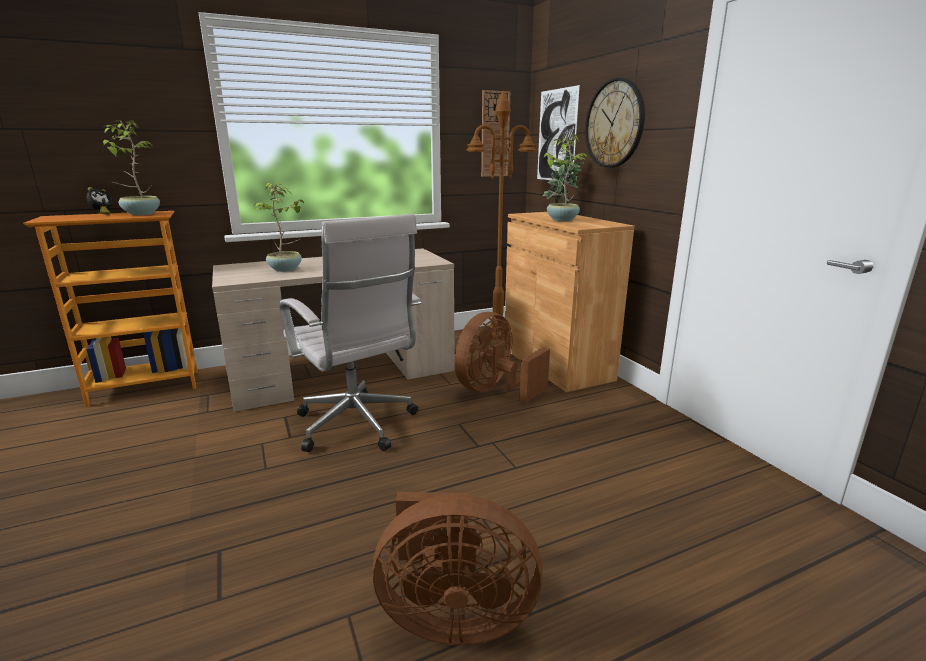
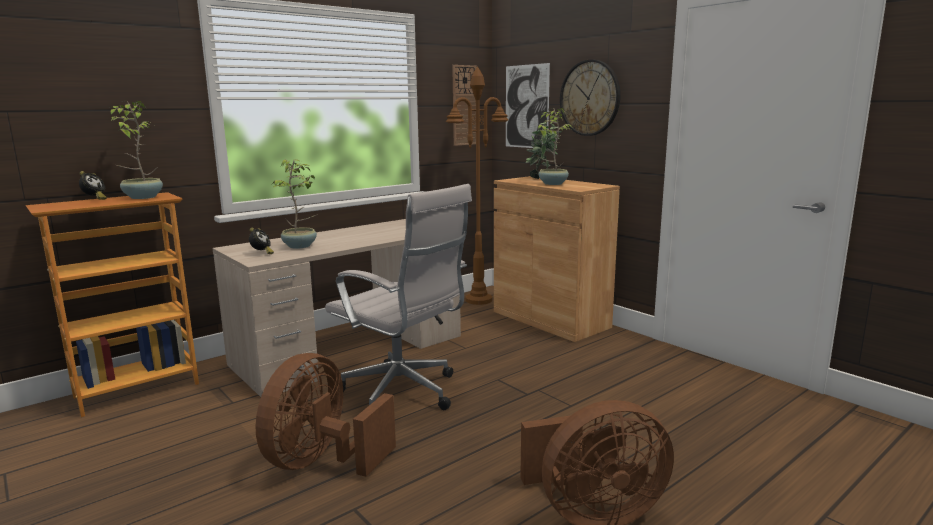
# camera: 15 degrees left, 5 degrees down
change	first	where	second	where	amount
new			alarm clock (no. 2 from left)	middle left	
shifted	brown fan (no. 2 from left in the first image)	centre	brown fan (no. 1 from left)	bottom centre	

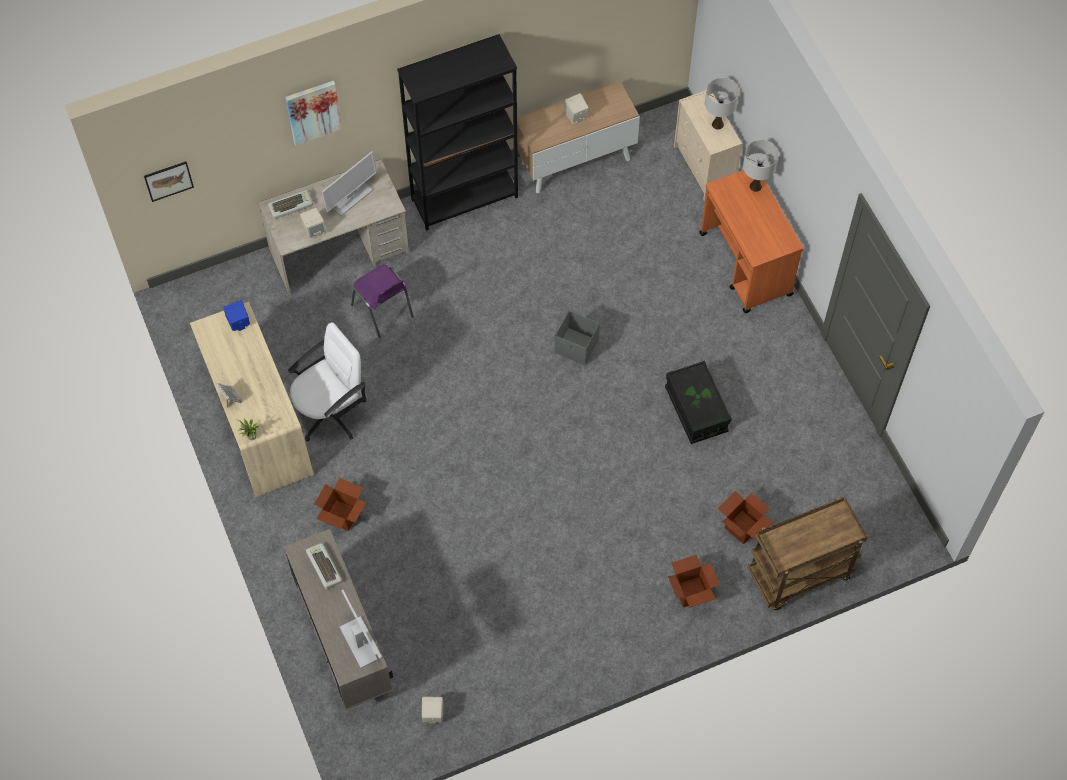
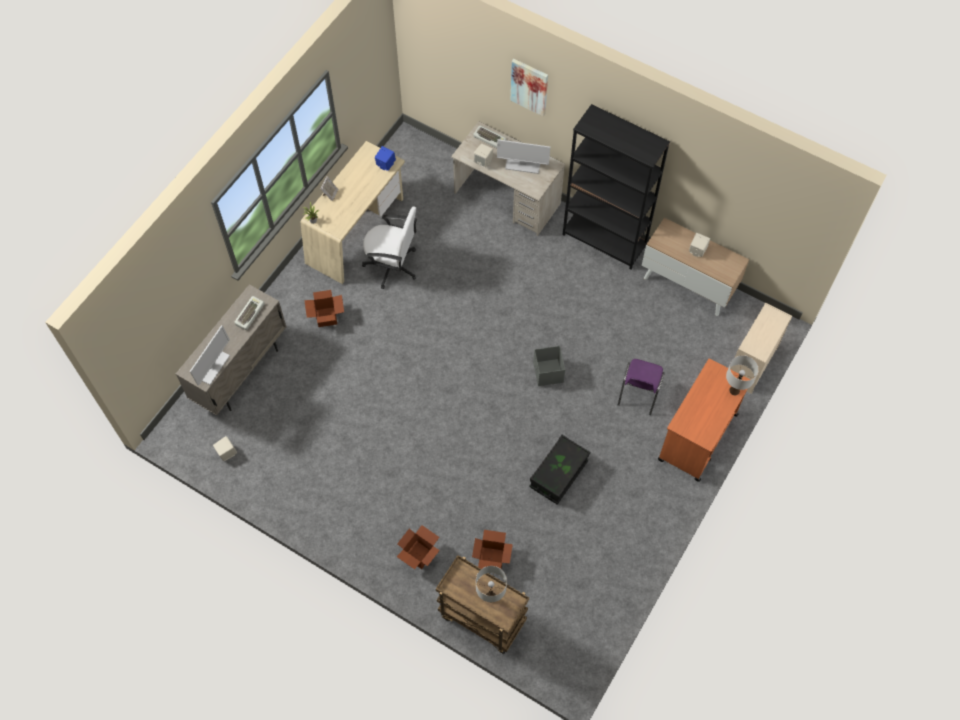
# camera: 55 degrees right, 0 degrees up
change	first	where	second	where	amount
shifted	white table lamp (no. 1 from left)	top right		bottom centre	
shifted	purple chair	centre		middle right	
gone	picture (no. 1 from left)	top left			

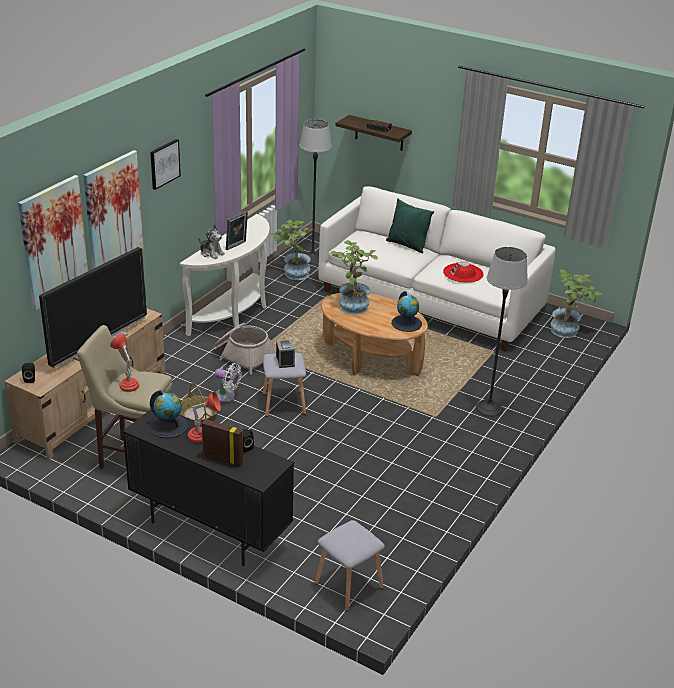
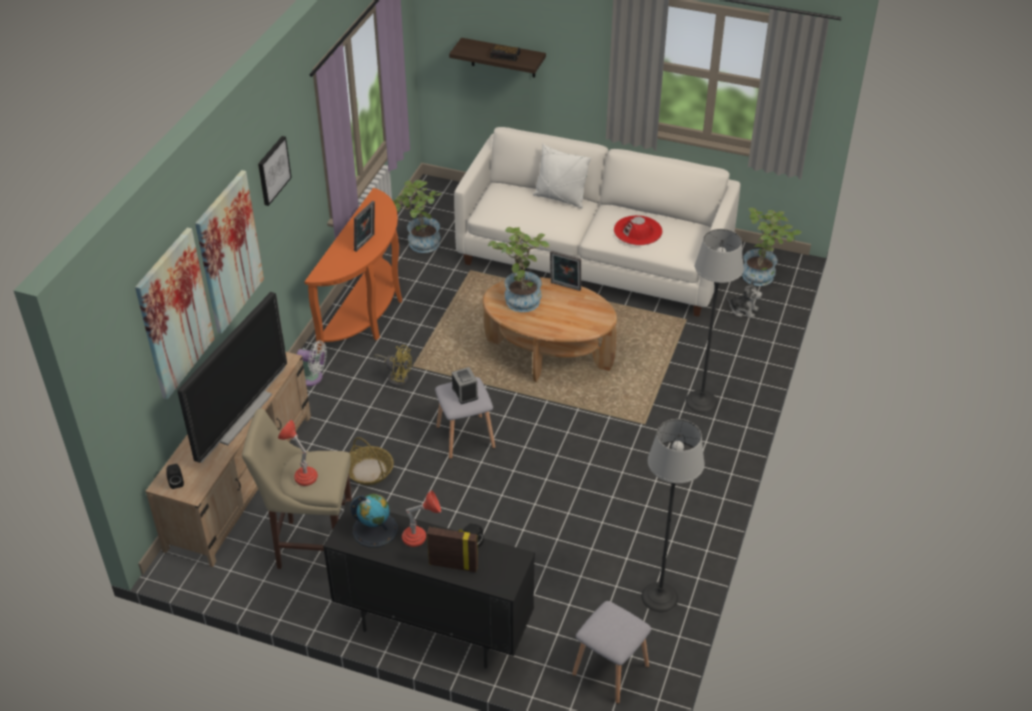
# camera: 10 degrees left, 10 degrees up
change	first	where	second	where	amount
shifted	white fan	centre		middle left	
repainted	white console table	centre	orange console table	centre	
swapped	basket (no. 2 from left)	centre	yellow fan	centre	
repainted	green pillow	top centre	white pillow	top centre	
new			picture frame (no. 3 from left)	centre	
shifted	floor lamp (no. 1 from left)	top centre		bottom centre	
shifted	plush toy	middle left		middle right	
gone	globe (no. 2 from left)	centre			

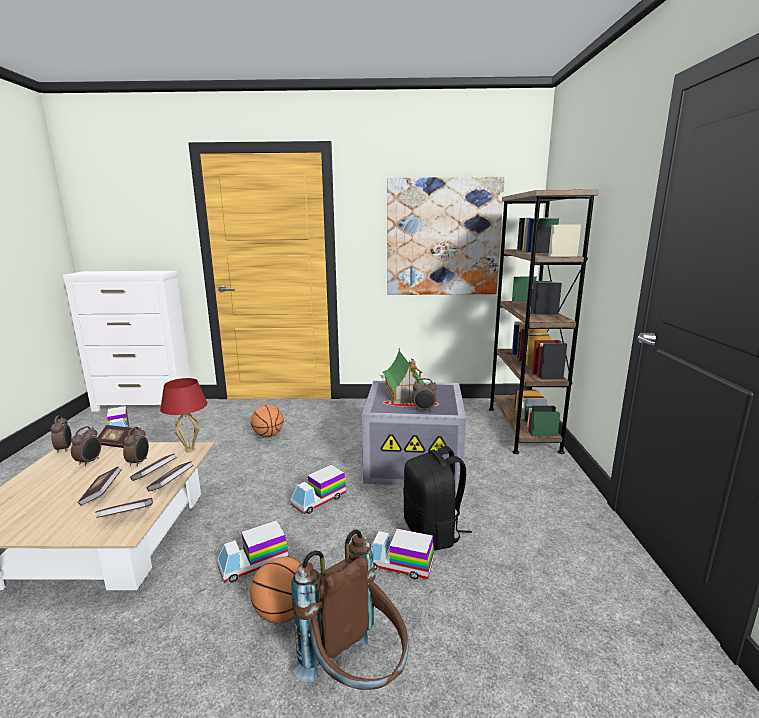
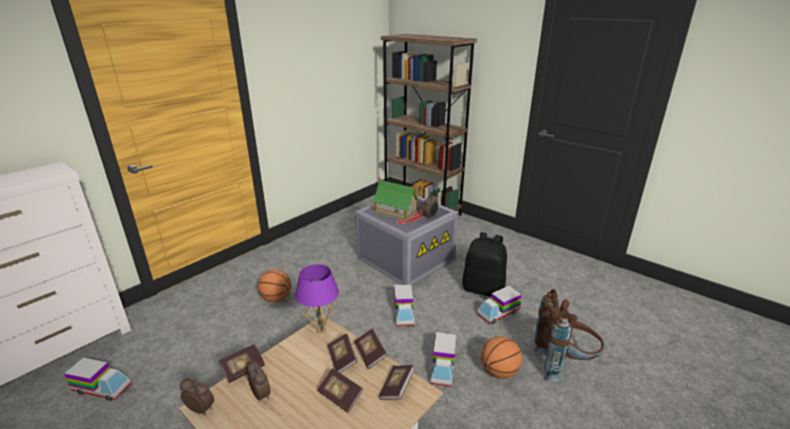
# camera: 50 degrees left, 10 degrees up
change	first	where	second	where	amount
repainted	red table lamp	middle left	purple table lamp	bottom centre	
gone	alarm clock (no. 3 from left)	middle left			
gone	picture	top centre			

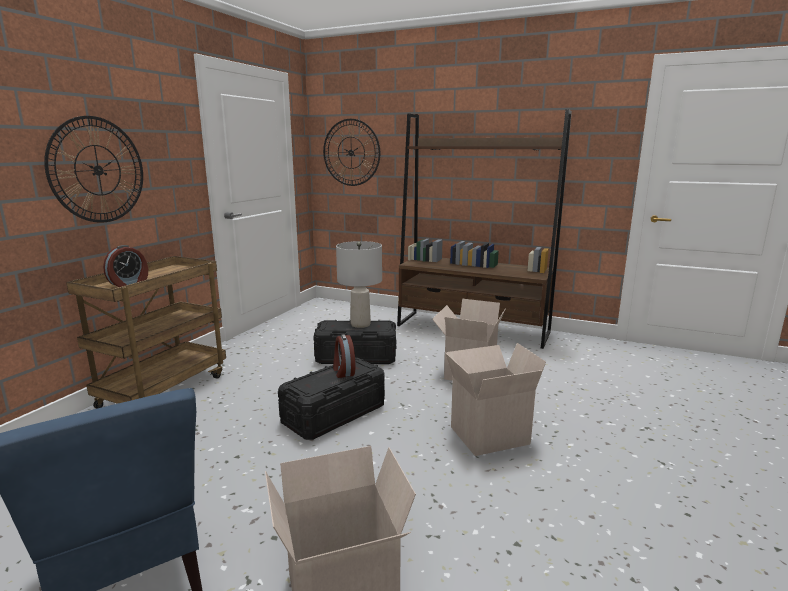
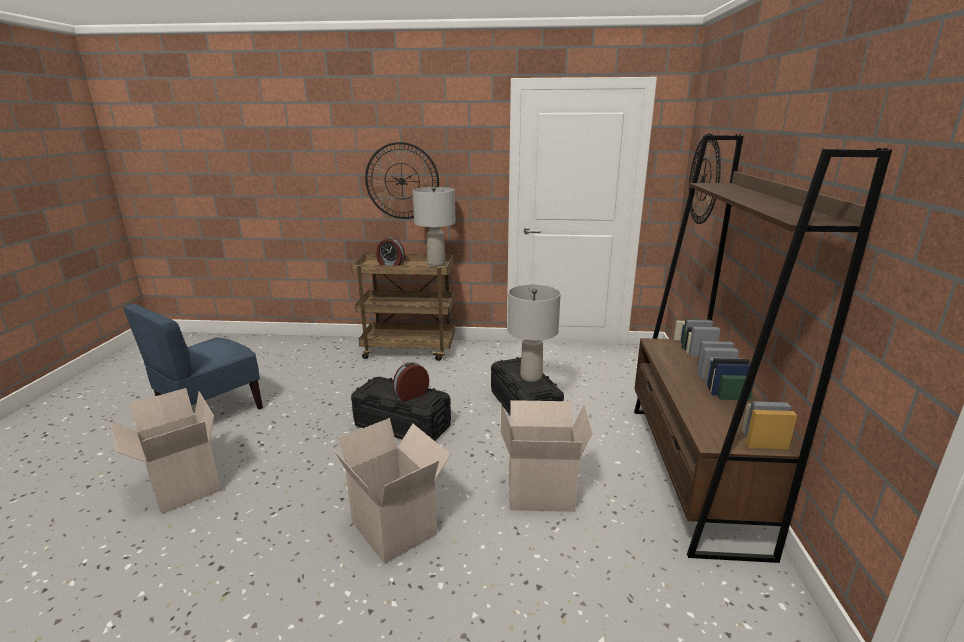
# camera: 70 degrees right, 5 degrees up
change	first	where	second	where	amount
new			grey table lamp (no. 1 from left)	centre	

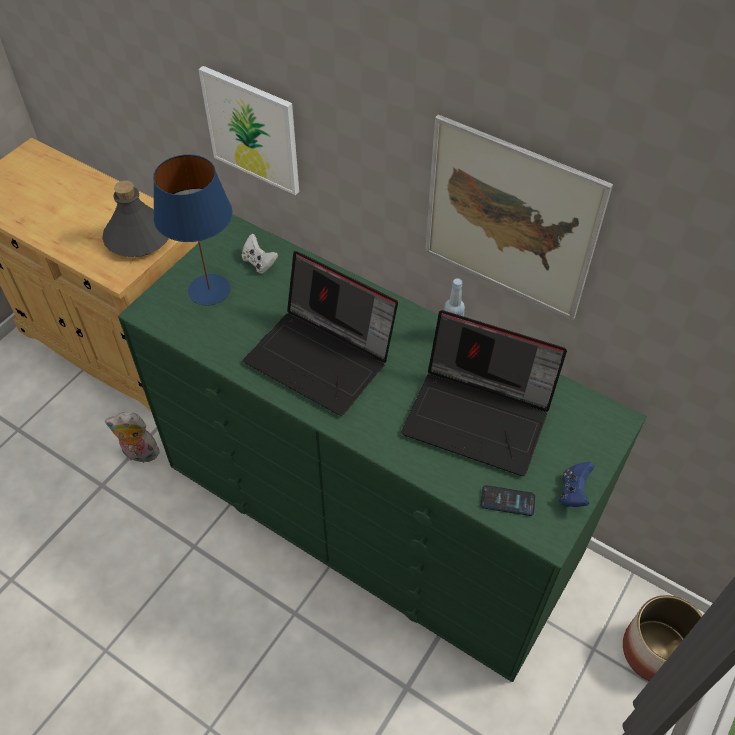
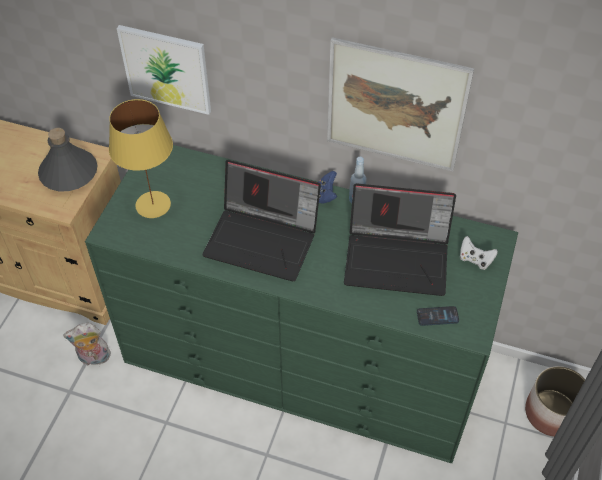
# camera: 15 degrees left, 0 degrees up
change	first	where	second	where	amount
repainted	blue table lamp	top left	yellow table lamp	top left	
shifted	blue game controller	middle right		centre	
shifted	white game controller	centre		middle right	

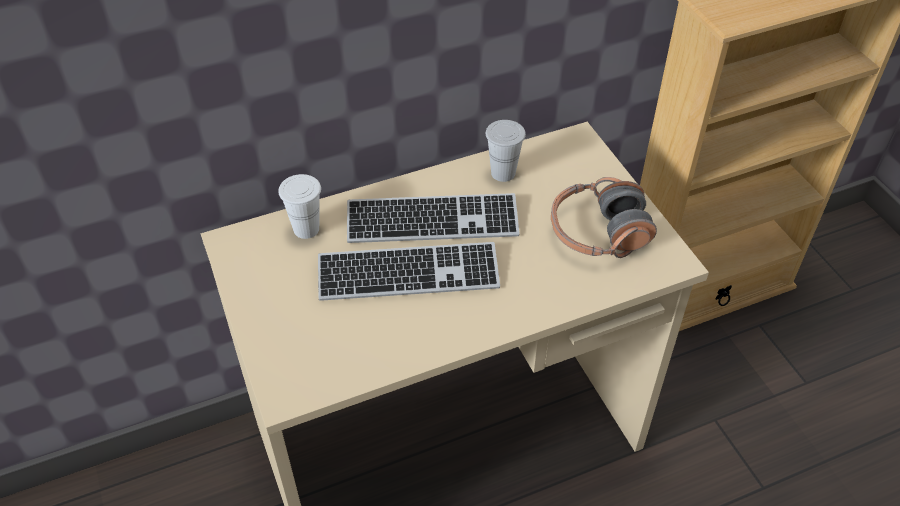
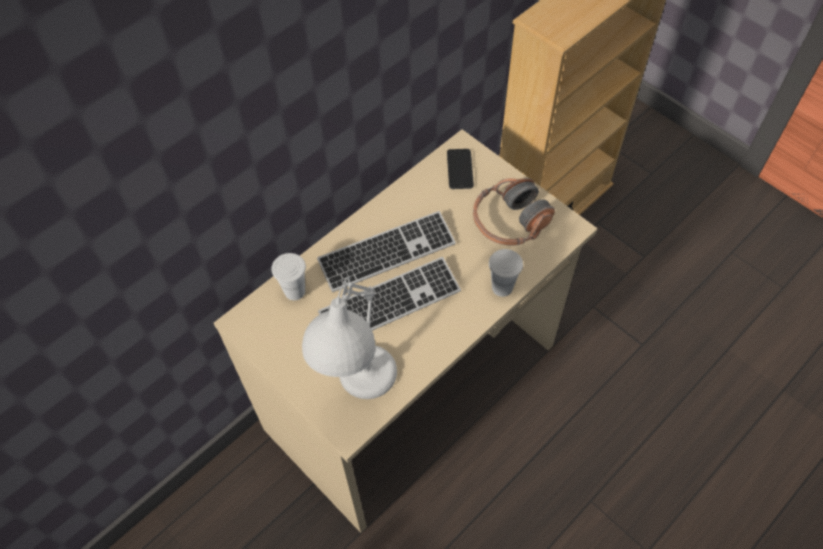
# camera: 20 degrees left, 10 degrees up
change	first	where	second	where	amount
new			white table lamp	centre	
new			phone	top centre	
shifted	white cup (no. 2 from left)	top centre		centre	

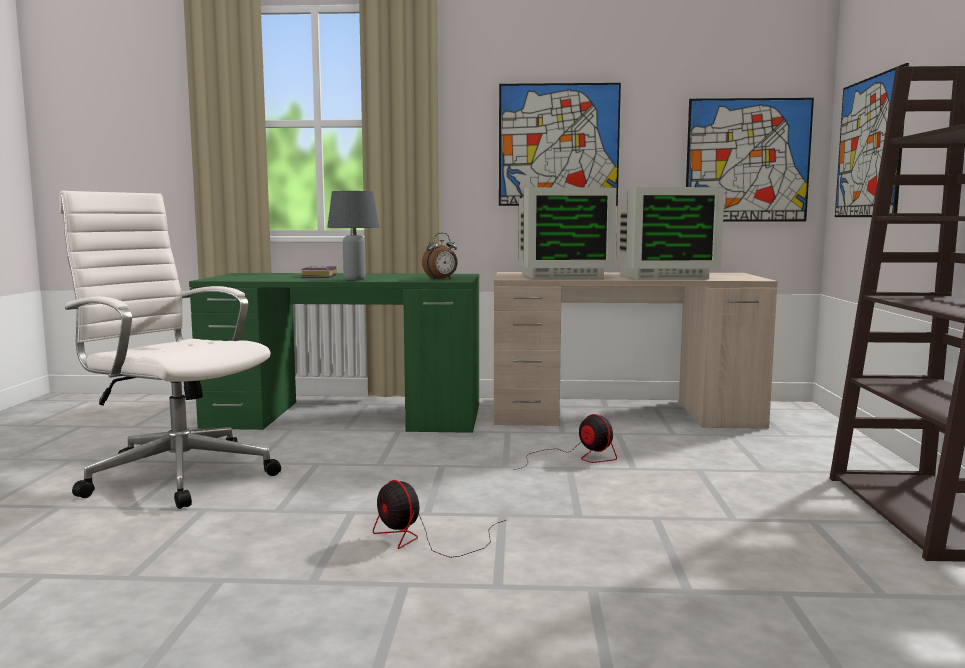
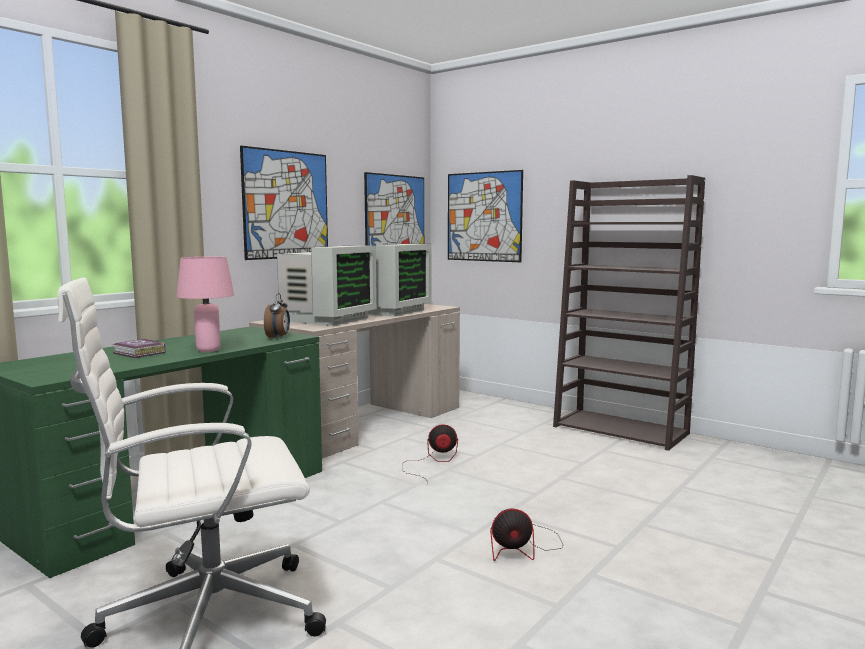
# camera: 55 degrees left, 0 degrees up
change	first	where	second	where	amount
repainted	grey table lamp	centre	pink table lamp	middle left	

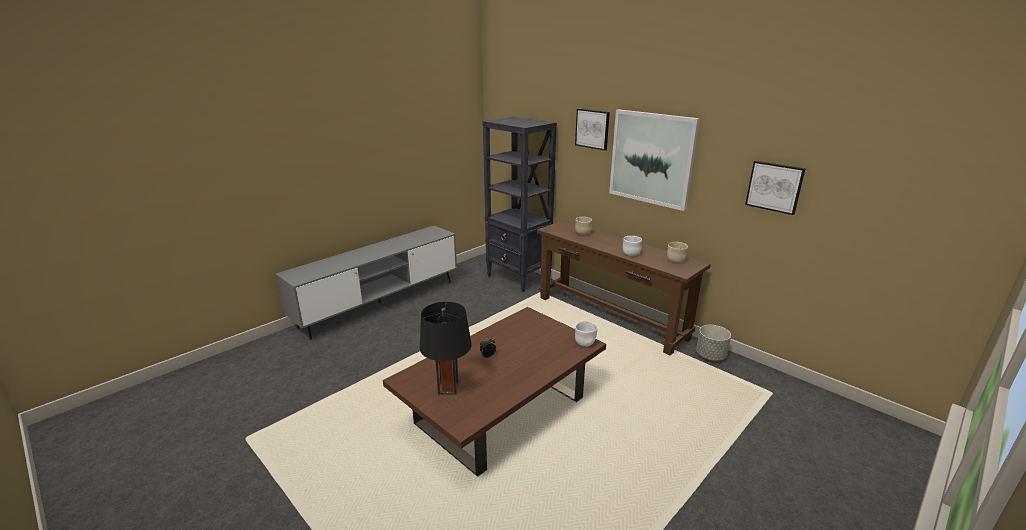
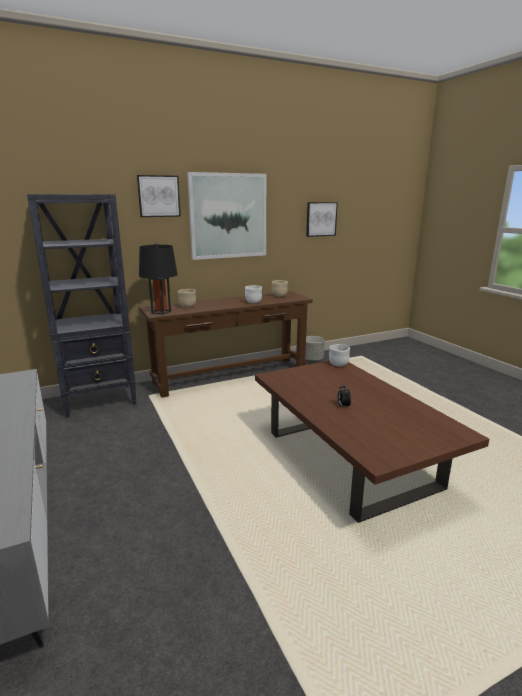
# camera: 70 degrees left, 5 degrees down
change	first	where	second	where	amount
shifted	black table lamp	centre		middle left	

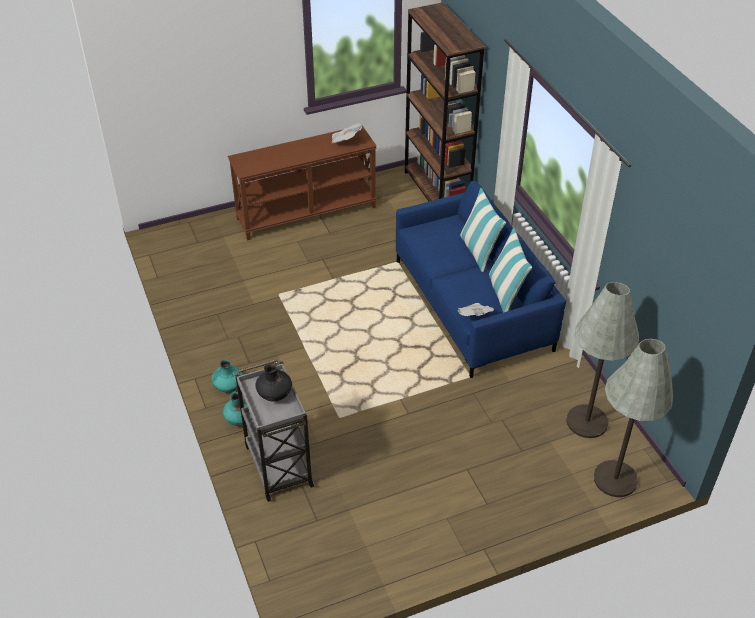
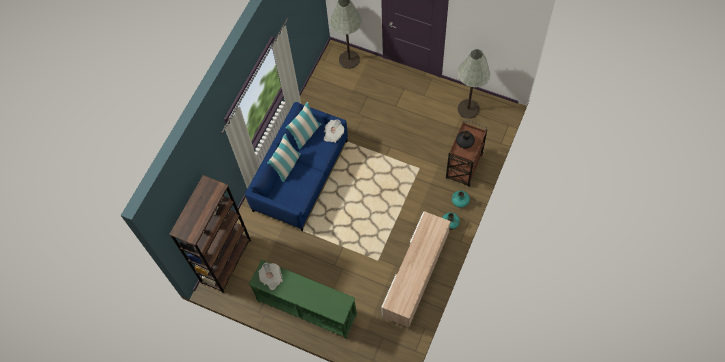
# camera: 130 degrees left, 20 degrees up
change	first	where	second	where	amount
repainted	brown console table	top centre	green console table	bottom centre	
new			beige tv stand	bottom centre	
repainted	grey cart	bottom centre	brown cart	centre	
shifted	grey floor lamp (no. 1 from left in the first image)	middle right	grey floor lamp (no. 2 from left)	top centre	

